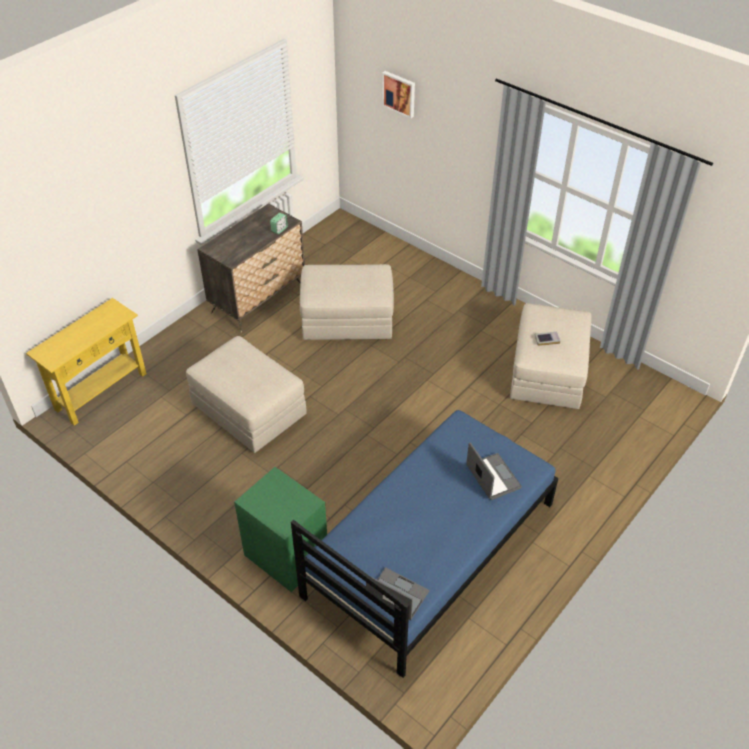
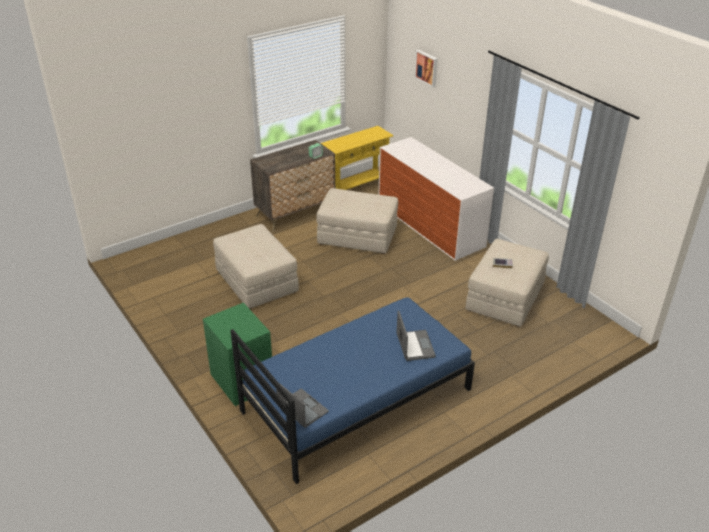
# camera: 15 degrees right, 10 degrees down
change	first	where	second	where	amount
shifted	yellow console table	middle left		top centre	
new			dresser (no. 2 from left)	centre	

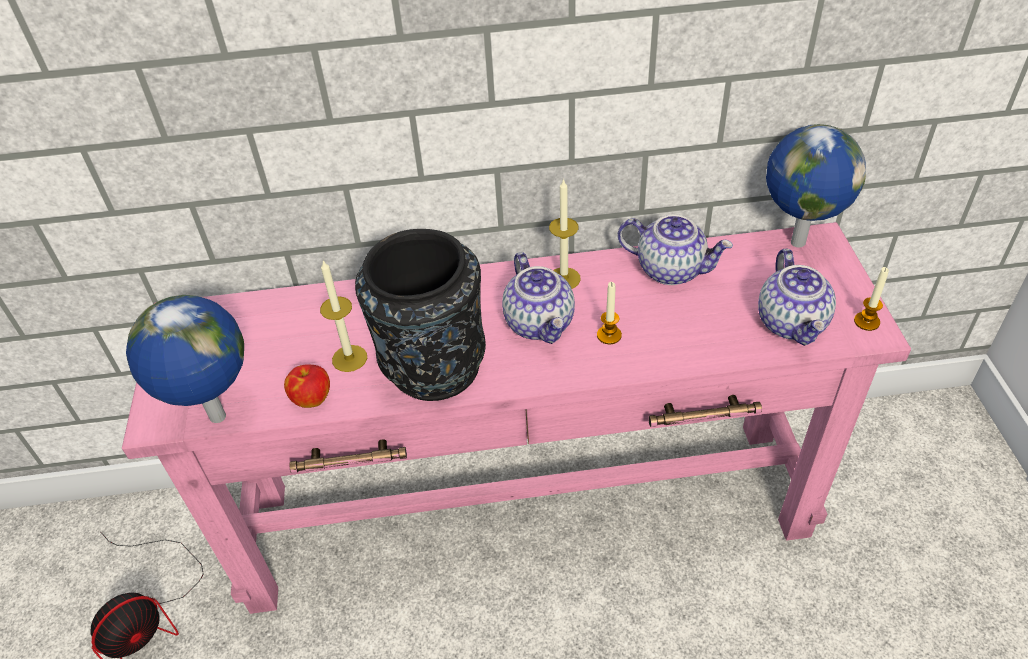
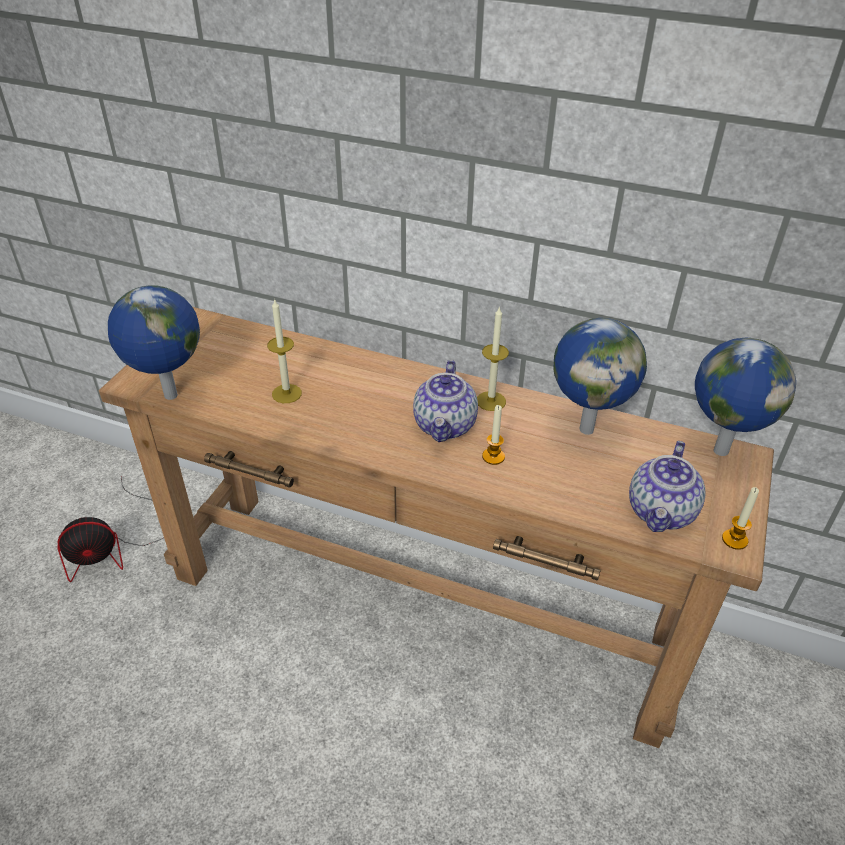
# camera: 25 degrees right, 5 degrees down
change	first	where	second	where	amount
repainted	pink console table	centre	brown console table	centre	
swapped	teapot (no. 2 from left)	centre	globe (no. 2 from left)	middle right	
gone	apple	middle left			
gone	black vase	centre			

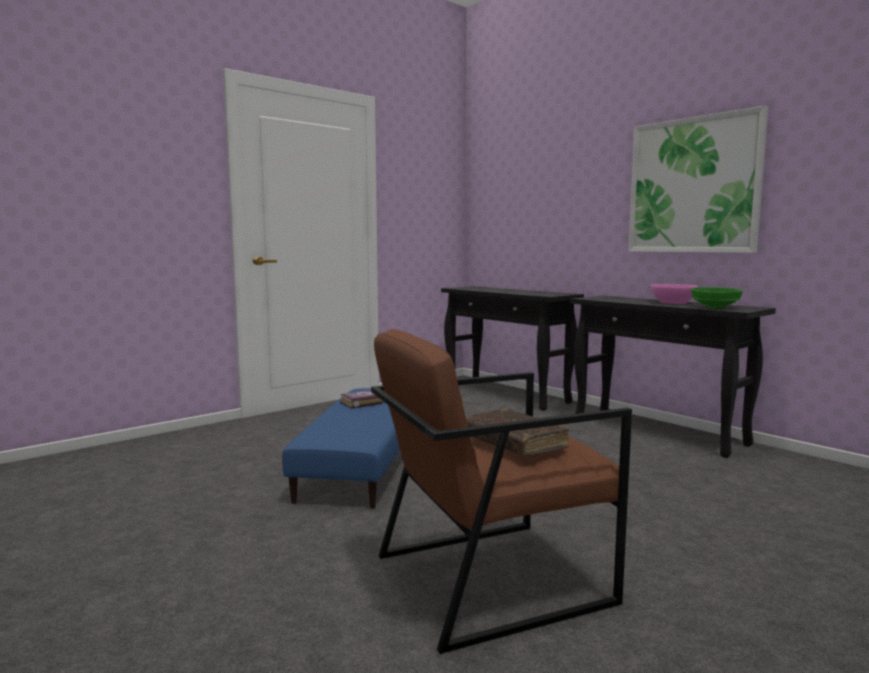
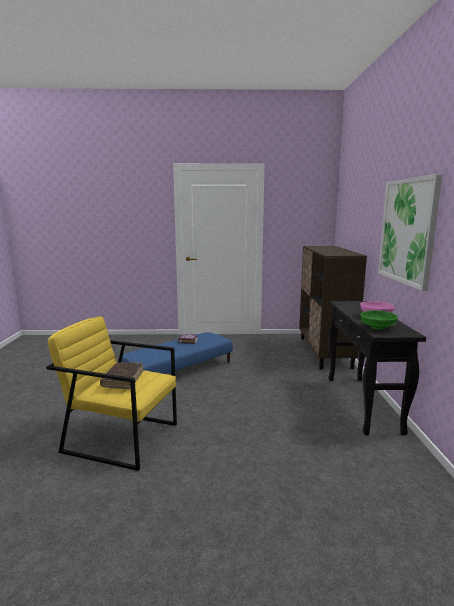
# camera: 40 degrees right, 5 degrees up
change	first	where	second	where	amount
repainted	brown armchair	bottom centre	yellow armchair	middle left	
swapped	black console table (no. 1 from left)	centre	brown cabinet	middle right	

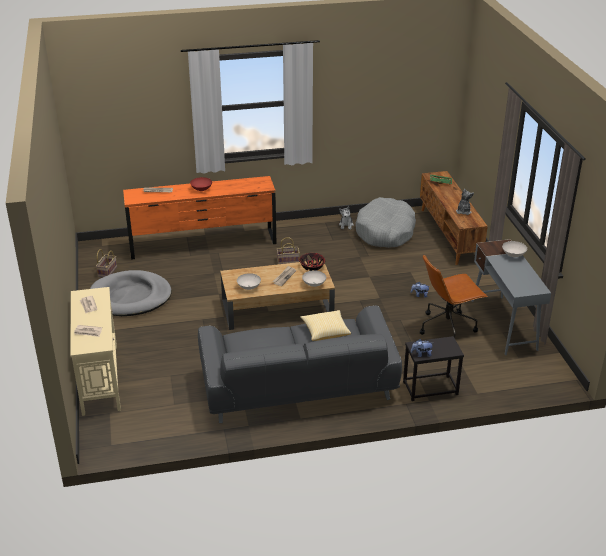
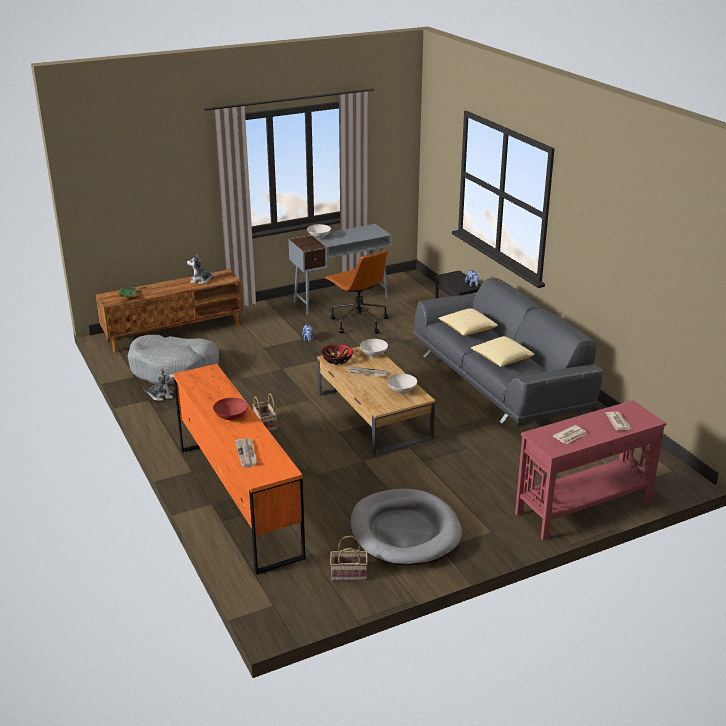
# camera: 105 degrees left, 5 degrees down
change	first	where	second	where	amount
new			pillow (no. 2 from left)	middle right	
repainted	beige console table	middle left	red console table	middle right	

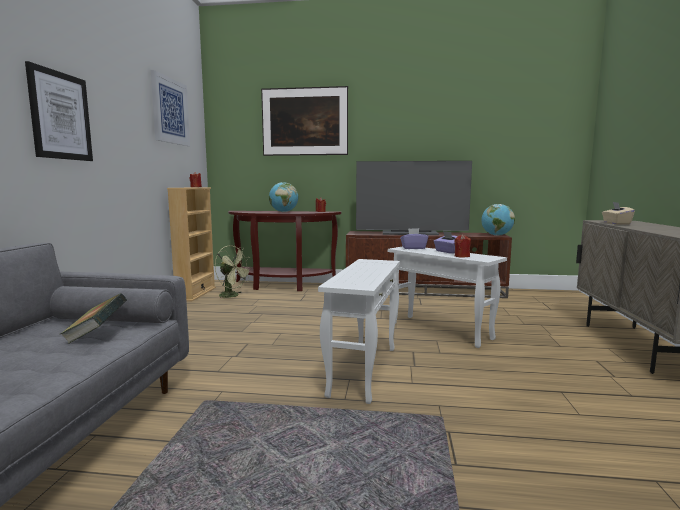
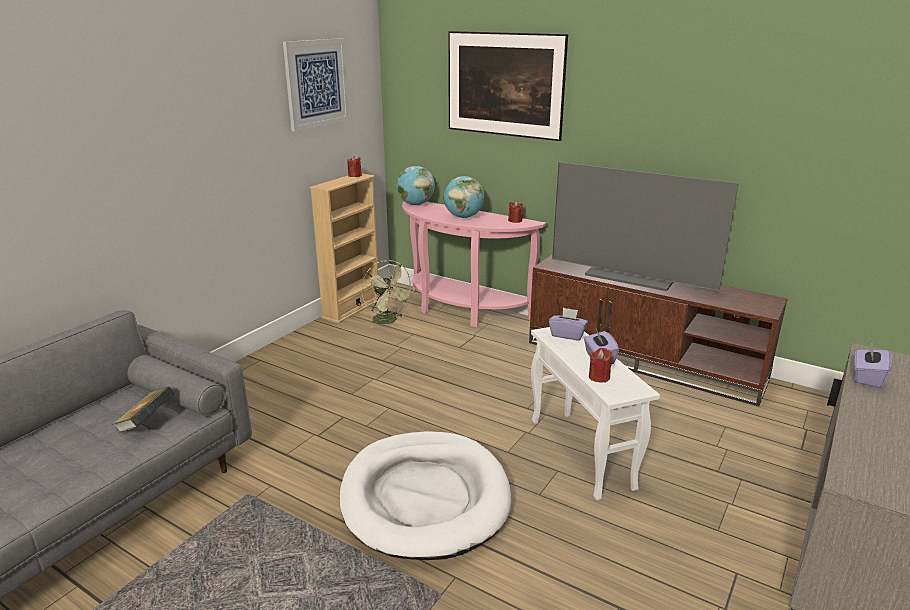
# camera: 25 degrees right, 15 degrees up
change	first	where	second	where	amount
swapped	white side table (no. 1 from left)	centre	white dog bed	bottom centre	
shifted	globe (no. 2 from left in the first image)	middle right	globe (no. 1 from left)	top centre	
repainted	brown console table	centre	pink console table	centre	
repainted	beige tissue box	middle right	purple tissue box (no. 3 from left)	middle right	
gone	picture (no. 1 from left)	top left			

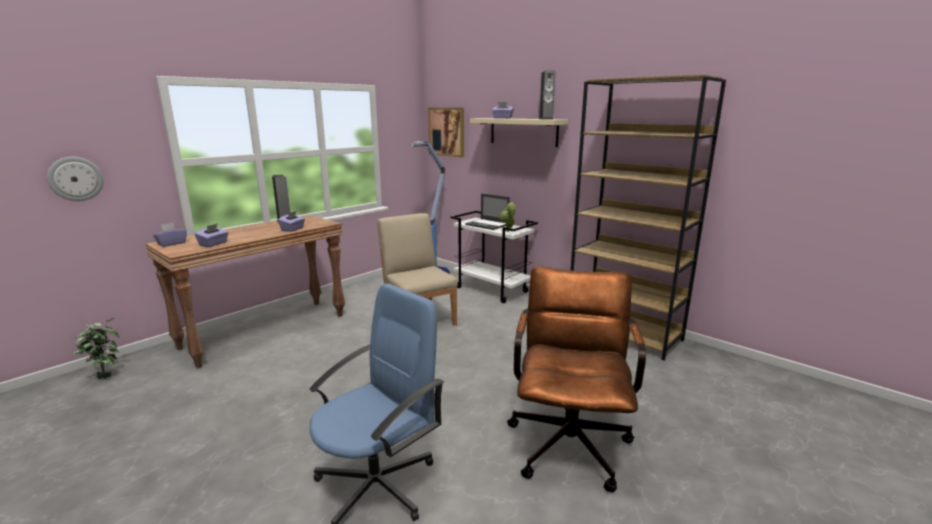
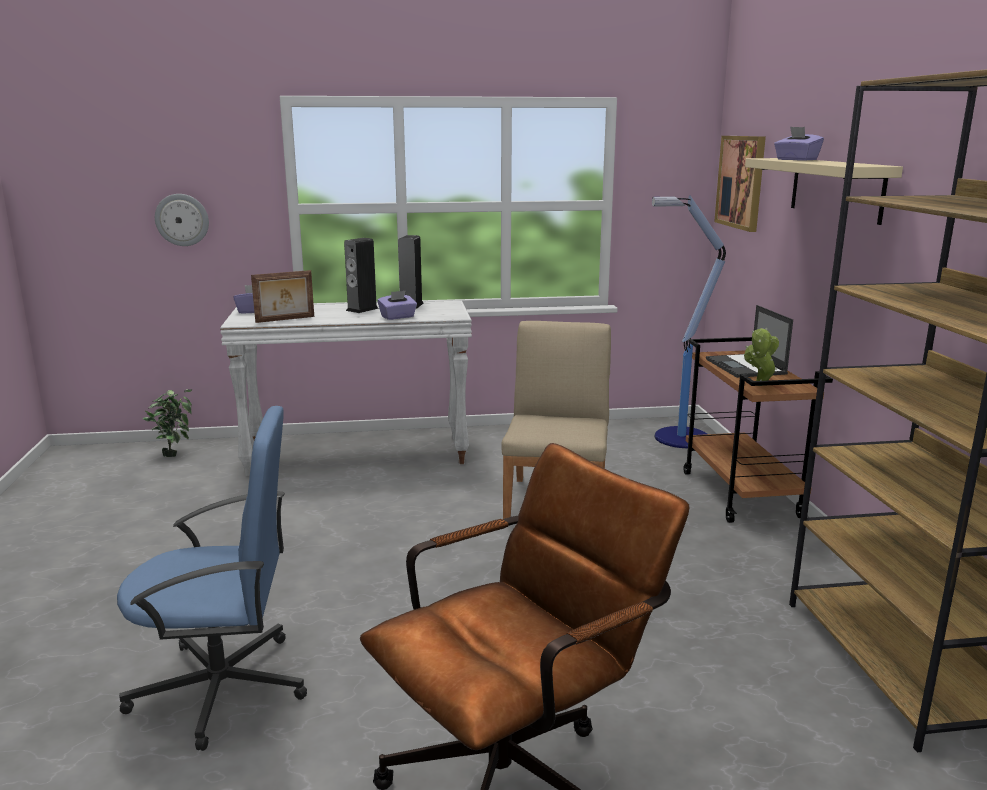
# camera: 40 degrees right, 0 degrees up
change	first	where	second	where	amount
repainted	brown console table	middle left	white console table	centre	
swapped	purple tissue box (no. 2 from left)	middle left	picture frame	middle left	
shifted	speaker (no. 2 from left in the first image)	top centre	speaker (no. 1 from left)	centre	
repainted	white cart	centre	brown cart	middle right	

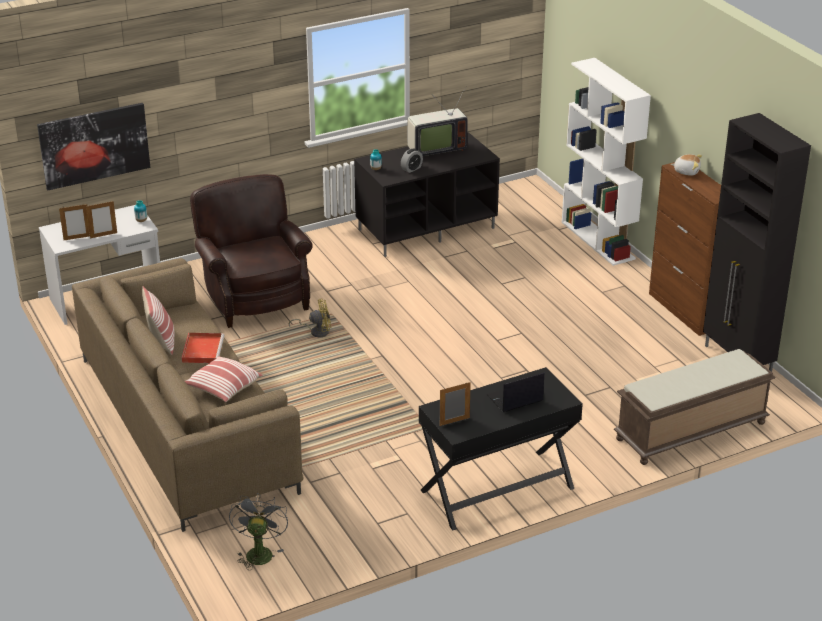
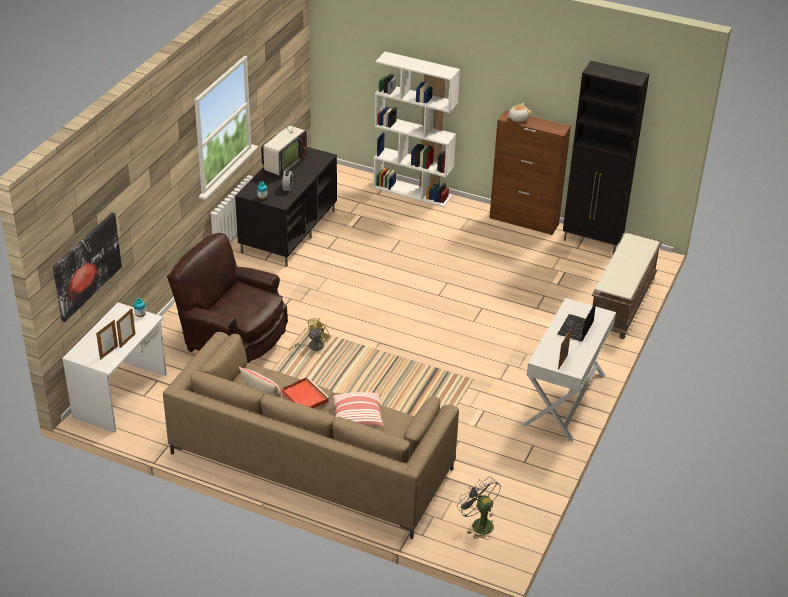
# camera: 40 degrees left, 5 degrees up
change	first	where	second	where	amount
repainted	black console table	bottom centre	white console table	middle right	

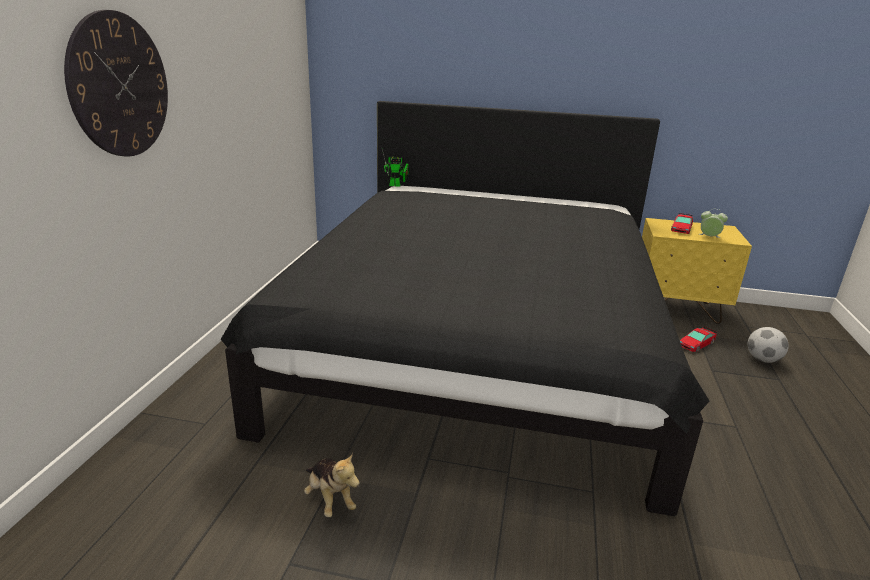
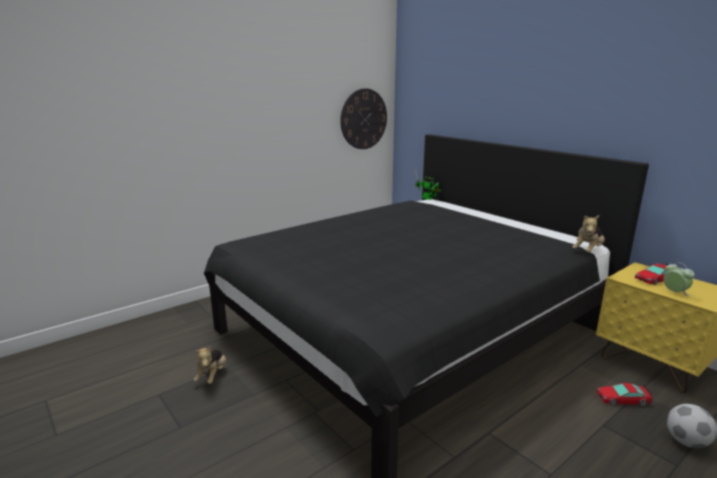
# camera: 40 degrees right, 5 degrees down
change	first	where	second	where	amount
shifted	wall clock	top left		top centre	
new			plush toy (no. 2 from left)	middle right	

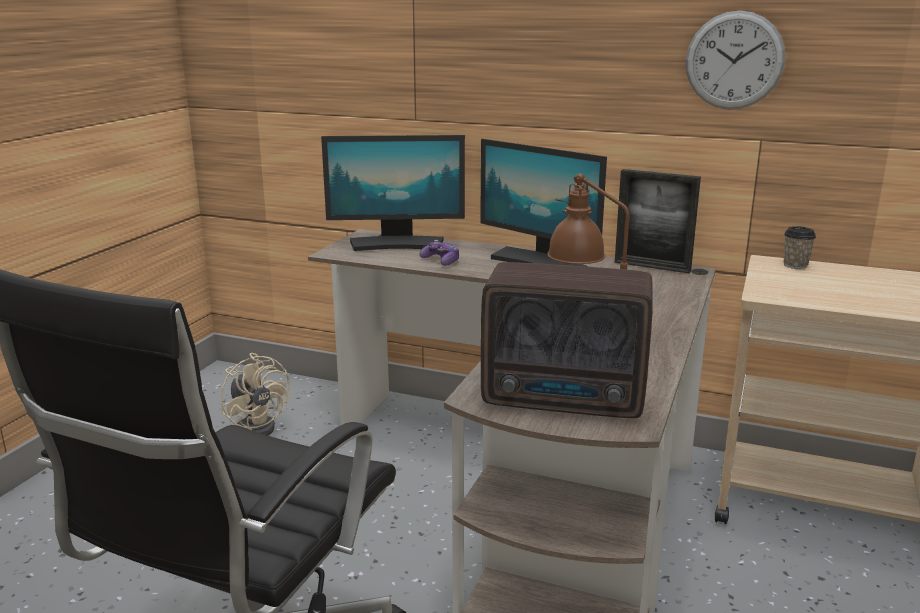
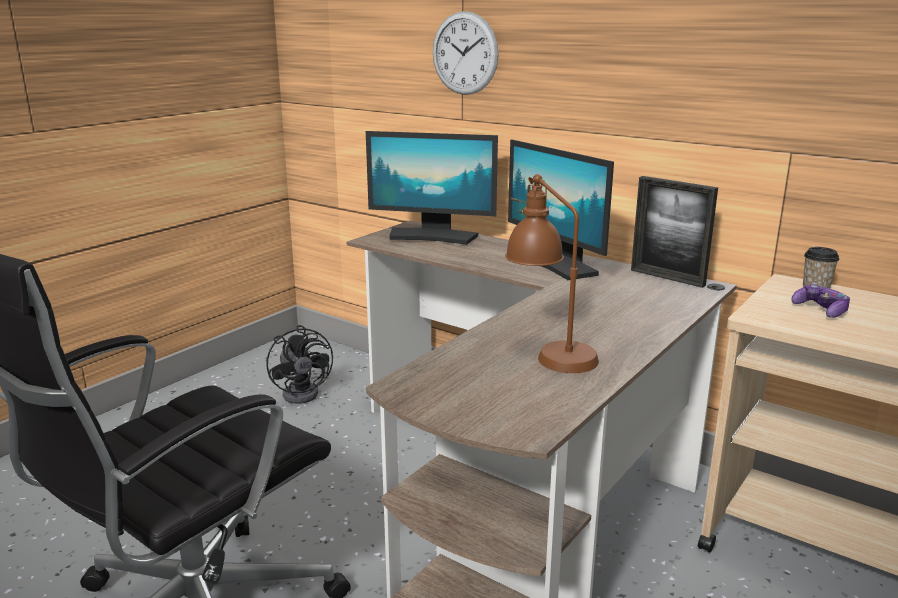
# camera: 15 degrees right, 0 degrees up
change	first	where	second	where	amount
repainted	beige fan	middle left	black fan	middle left	
shifted	wall clock	top right		top centre	
shifted	game controller	centre		middle right	
gone	radio	centre			

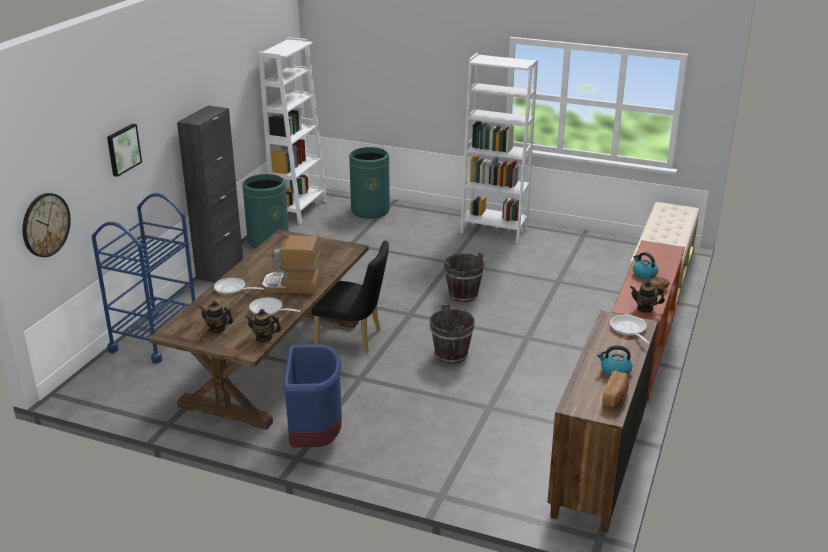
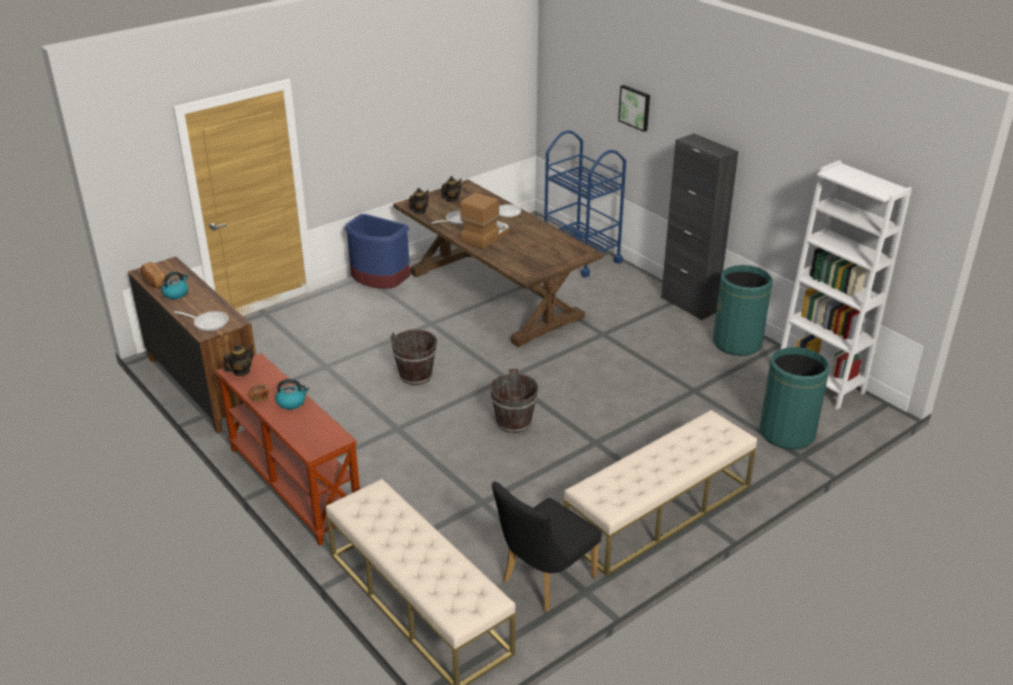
# camera: 120 degrees right, 5 degrees up
change	first	where	second	where	amount
shifted	black chair	centre		bottom centre	
swapped	white bookcase (no. 2 from left)	top centre	beige bench (no. 2 from left)	bottom centre	
gone	wall clock	middle left			

